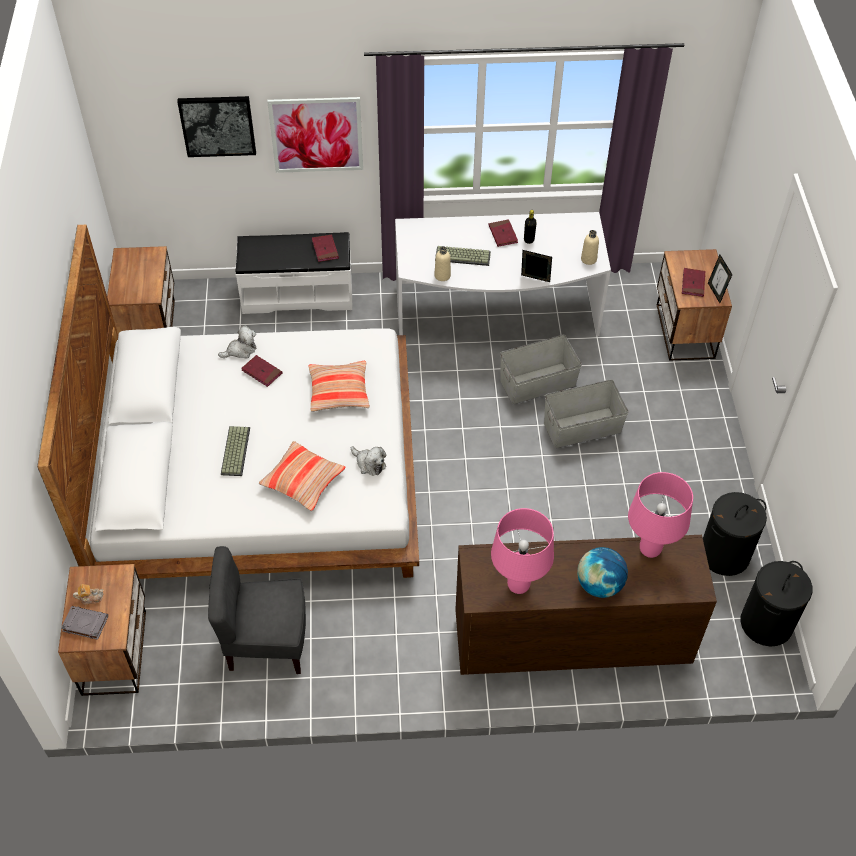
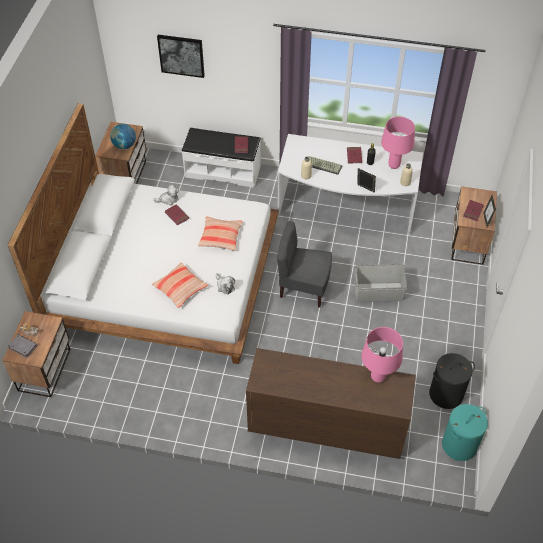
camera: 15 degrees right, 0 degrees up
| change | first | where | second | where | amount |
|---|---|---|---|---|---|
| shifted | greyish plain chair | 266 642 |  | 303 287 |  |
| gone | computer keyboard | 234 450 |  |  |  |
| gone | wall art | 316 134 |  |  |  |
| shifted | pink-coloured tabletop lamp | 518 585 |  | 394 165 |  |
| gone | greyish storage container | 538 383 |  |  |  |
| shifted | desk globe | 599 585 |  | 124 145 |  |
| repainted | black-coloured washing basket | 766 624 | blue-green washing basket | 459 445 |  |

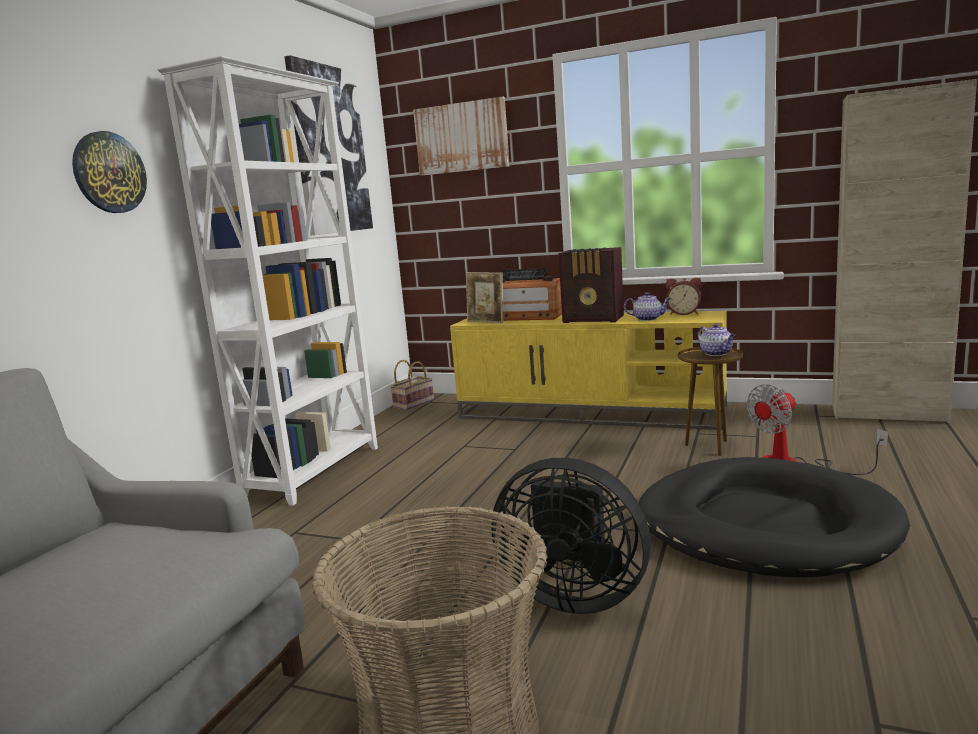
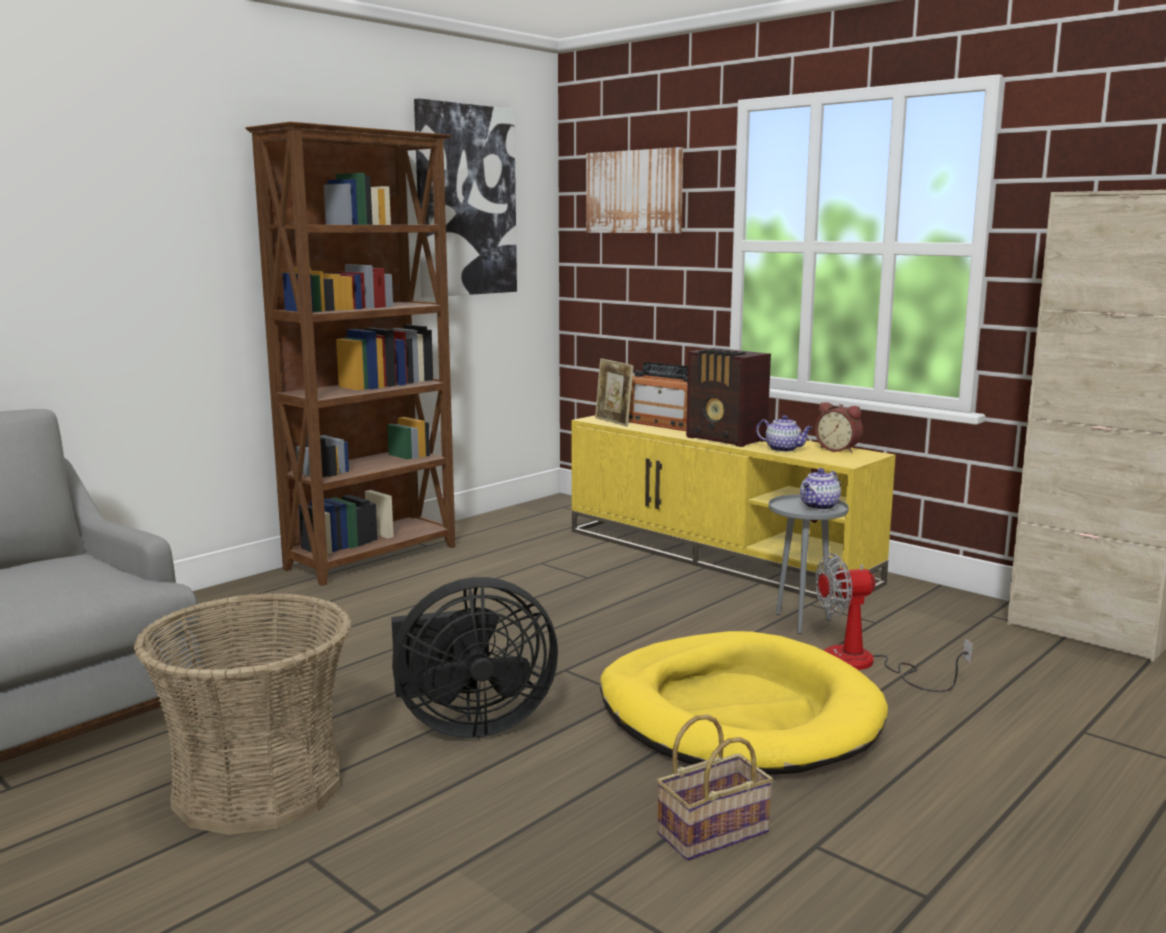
camera: 20 degrees right, 0 degrees up
| change | first | where | second | where | amount |
|---|---|---|---|---|---|
| gone | clock on the wall | 109 173 |  |  |  |
| repainted | white-coloured bookcase | 316 471 | brown-coloured bookcase | 374 558 |  |
| shifted | household basket | 414 403 |  | 714 831 |  |
| rotated | black-coloured electric fan | 573 595 |  | 469 724 | 60 degrees counterclockwise |
| repainted | black-coloured dog cushion | 764 525 | yellowish dog cushion | 737 713 |  |
| repainted | brown-coloured end table | 710 447 | greyish end table | 802 622 |  |
| rotated | pot for tea | 717 353 |  | 819 506 | 45 degrees clockwise |

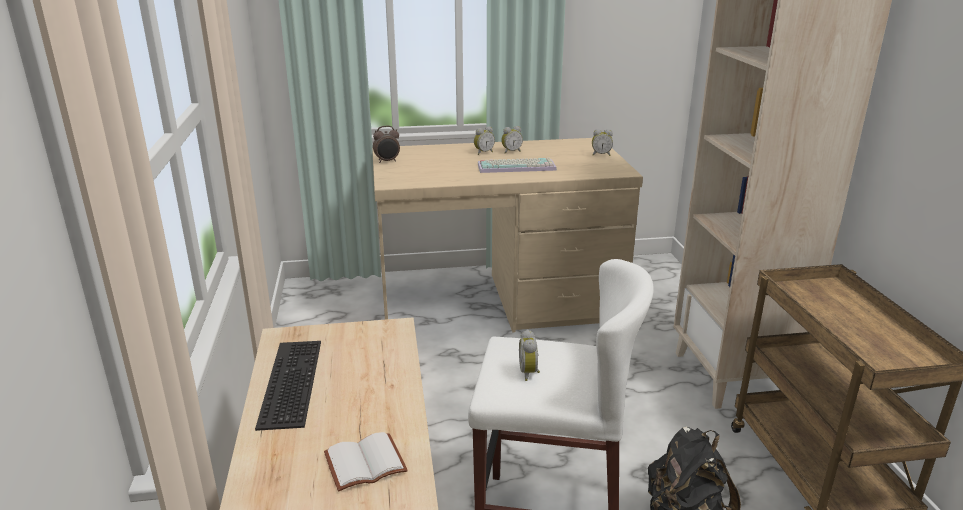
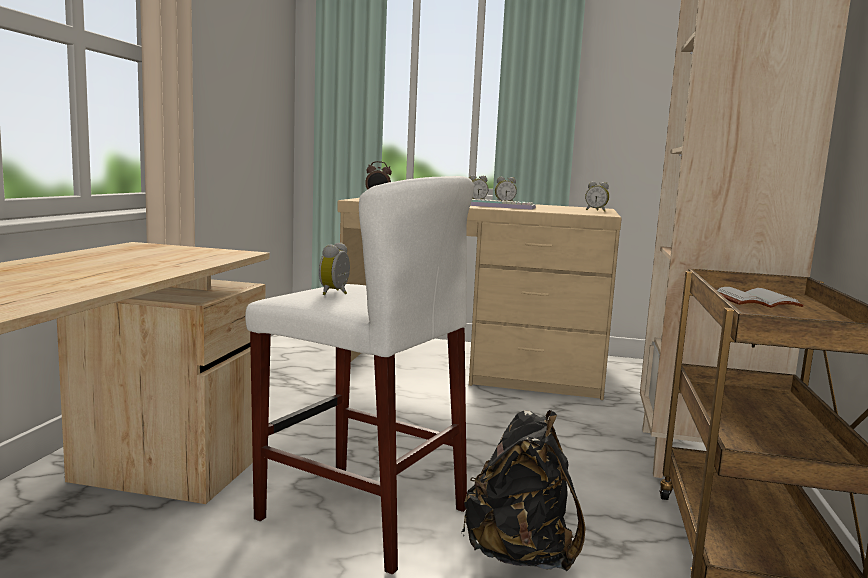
camera: 20 degrees right, 15 degrees down
| change | first | where | second | where | amount |
|---|---|---|---|---|---|
| gone | computer keyboard | 288 381 |  |  |  |
| shifted | white-coloured bound book | 364 465 |  | 755 302 |  |

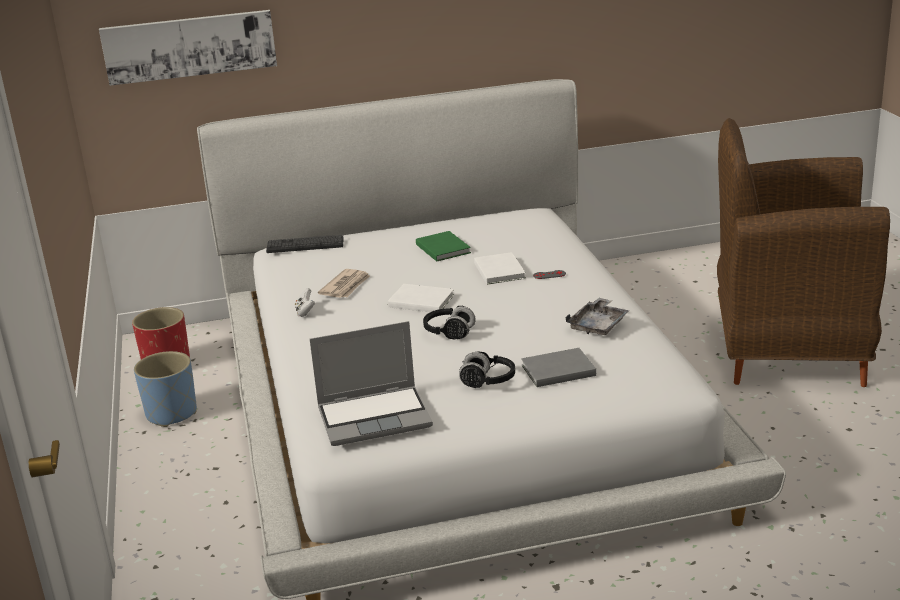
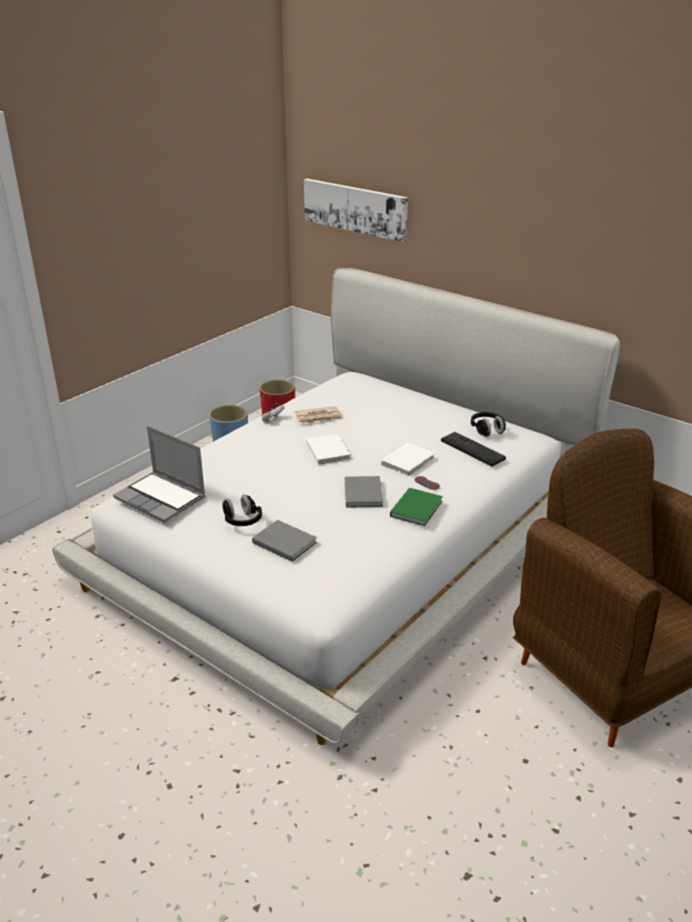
camera: 50 degrees right, 5 degrees up
| change | first | where | second | where | amount |
|---|---|---|---|---|---|
| shifted | computer keyboard | 305 245 |  | 472 449 |  |
| shifted | green-coloured bound book | 443 248 |  | 417 508 |  |
| shifted | black-coloured pair of headphones | 449 333 |  | 487 430 |  |
| gone | greyish carrying tray | 598 325 |  |  |  |
| new |  |  | greyish bound book | 363 493 |  |

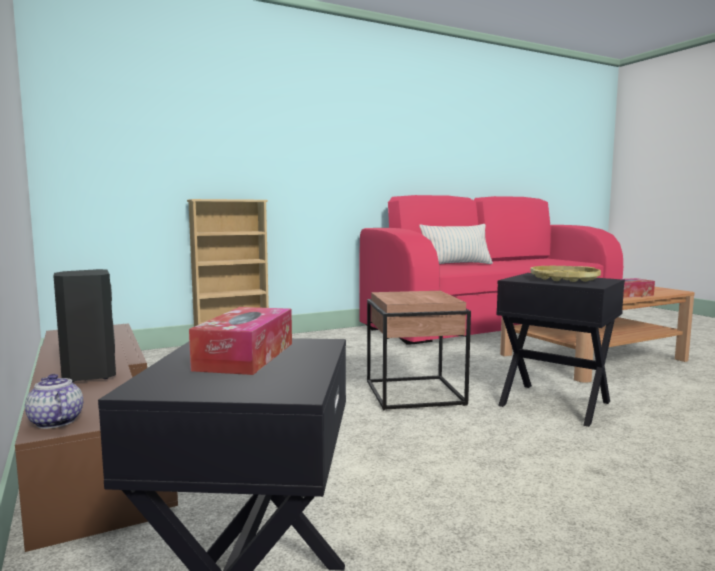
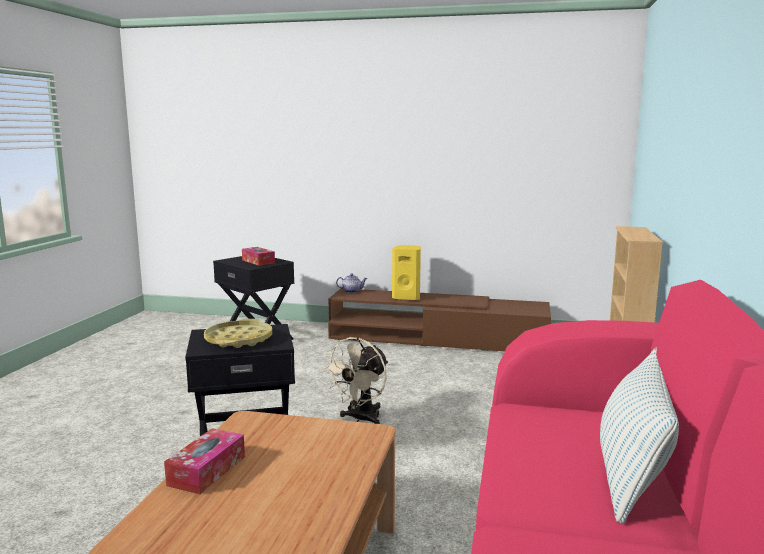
camera: 130 degrees right, 5 degrees up
| change | first | where | second | where | amount |
|---|---|---|---|---|---|
| repainted | black-coloured loudspeaker | 89 375 | yellowish loudspeaker | 407 297 |  |
| swapped | brown-coloured end table | 413 393 | beige electric fan | 361 419 |  |

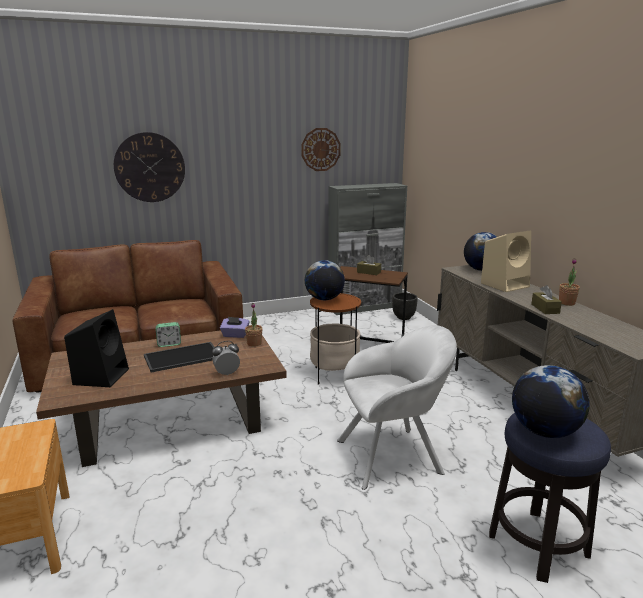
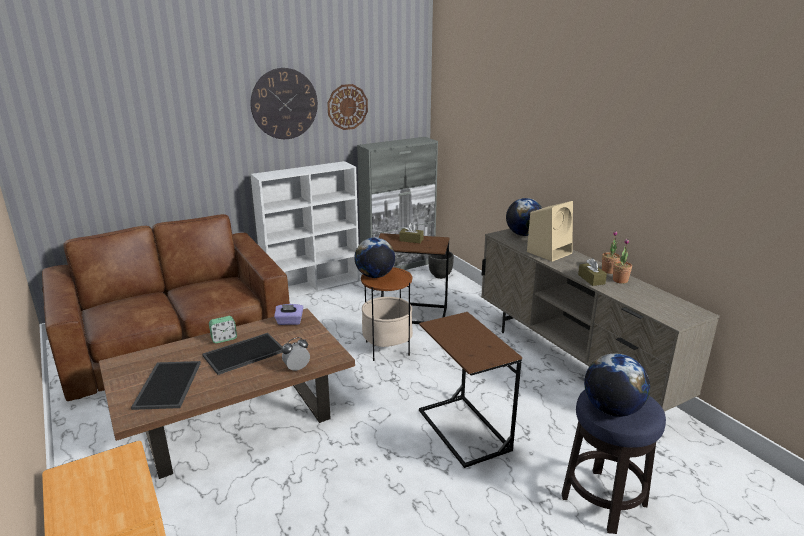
camera: 10 degrees left, 5 degrees up
| change | first | where | second | where | amount |
|---|---|---|---|---|---|
| swapped | black-coloured loudspeaker | 101 376 | carrying tray | 167 384 |  |
| shifted | clock on the wall | 150 167 |  | 284 104 |  |
| shifted | plant in a pot | 254 343 |  | 620 280 |  |
| swapped | white-coloured easy chair | 394 455 | brown-coloured end table | 464 430 |  |
| new |  |  | white-coloured bookcase | 313 286 |  |

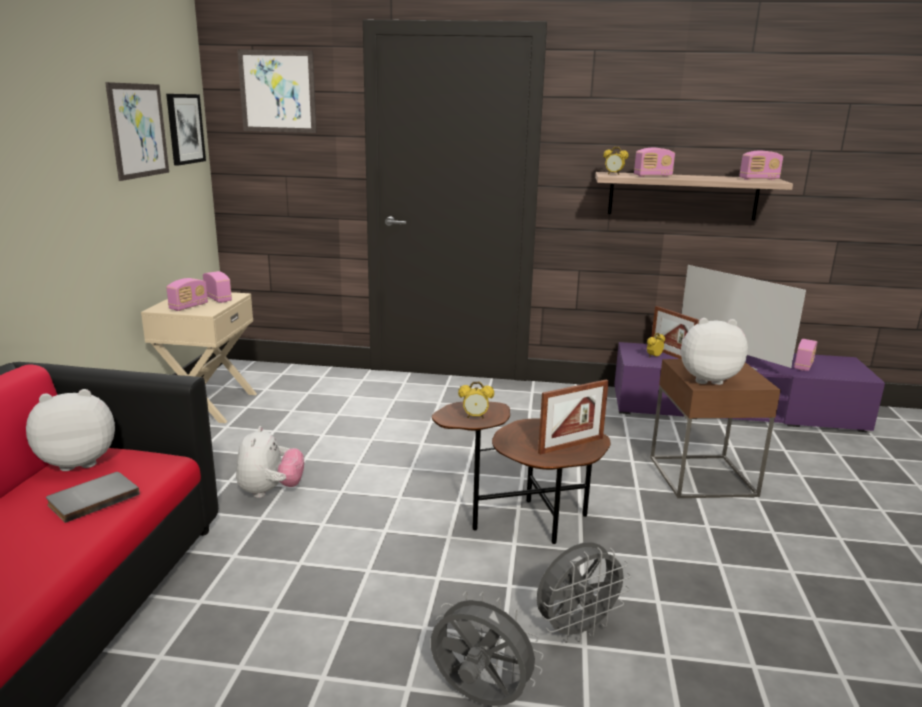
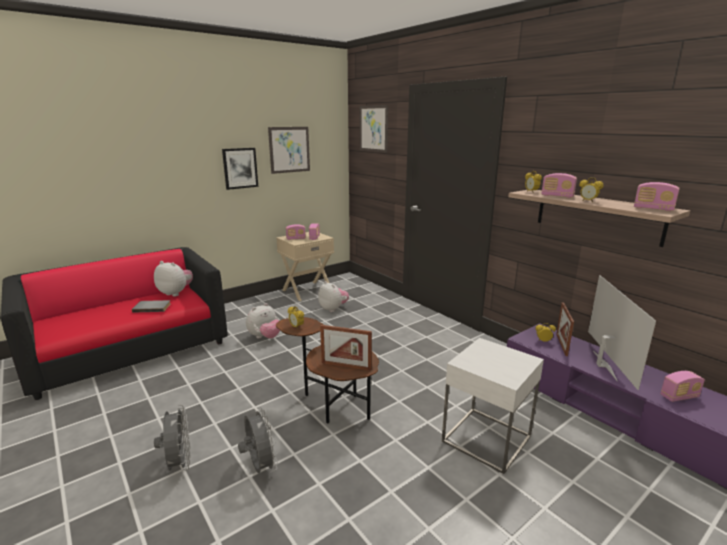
camera: 45 degrees right, 0 degrees up
| change | first | where | second | where | amount |
|---|---|---|---|---|---|
| shifted | wall art | 184 129 |  | 240 168 |  |
| rotated | greyish electric fan | 576 630 |  | 260 467 | 135 degrees counterclockwise |
| repainted | brown-coloured end table | 702 476 | white-coloured end table | 486 438 |  |
| shifted | cuddly toy | 706 379 |  | 333 309 |  |
| new |  |  | table clock | 588 201 |  |

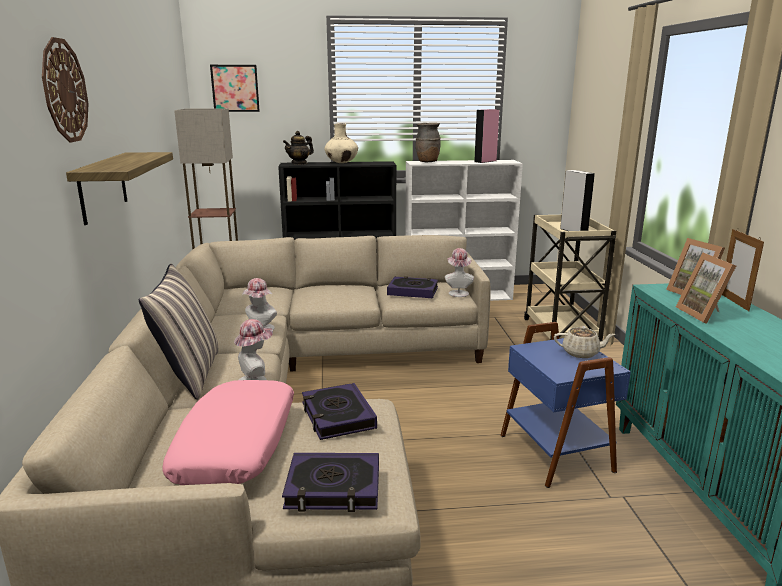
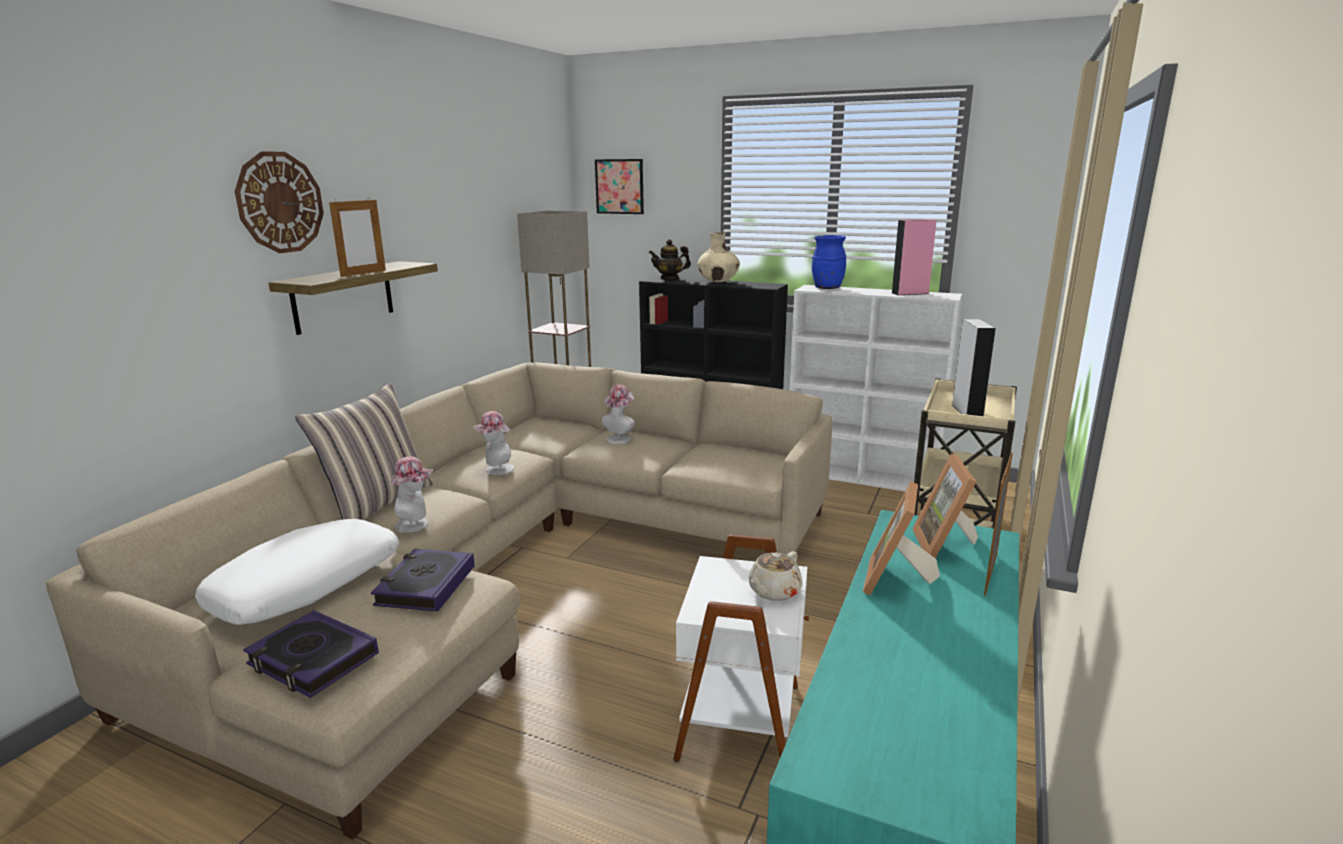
camera: 30 degrees right, 0 degrees up
| change | first | where | second | where | amount |
|---|---|---|---|---|---|
| repainted | pink-coloured cushion | 237 445 | white-coloured cushion | 307 586 |  |
| gone | bound book | 413 291 |  |  |  |
| repainted | brown-coloured flower vase | 427 162 | blue-coloured flower vase | 827 288 |  |
| shifted | hat | 458 292 |  | 620 438 |  |
| repainted | blue-coloured end table | 557 452 | white-coloured end table | 743 721 |  |
| rotated | beige pot for tea | 581 353 |  | 773 591 | 90 degrees clockwise |
| new |  |  | standing frame | 363 273 |  |

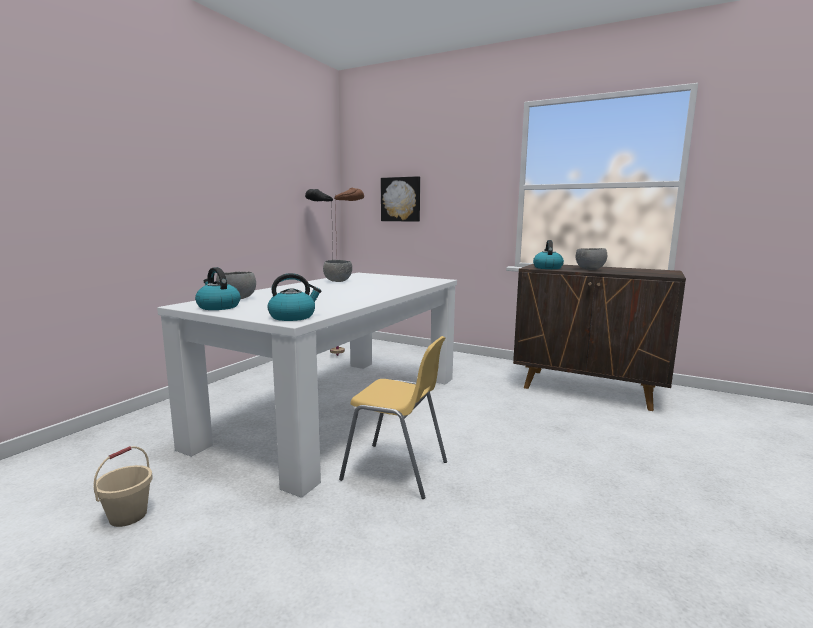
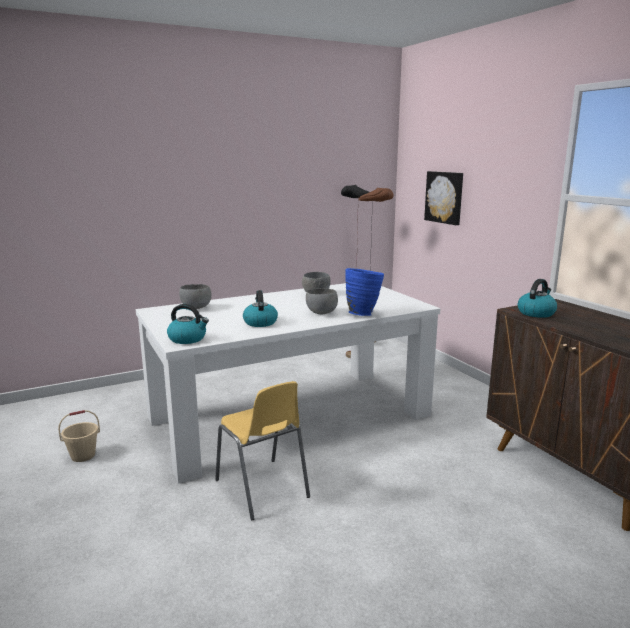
camera: 35 degrees right, 5 degrees up
| change | first | where | second | where | amount |
|---|---|---|---|---|---|
| shifted | water kettle | 218 307 |  | 260 322 |  |
| shifted | greyish bowl | 589 269 |  | 321 313 |  |
| new |  |  | blue-coloured flower vase | 363 314 |  |

